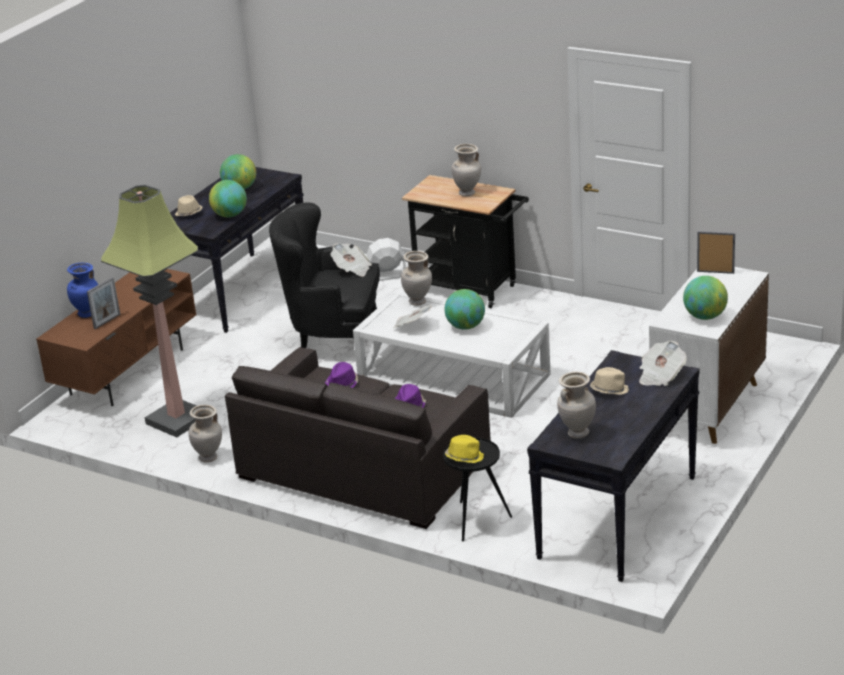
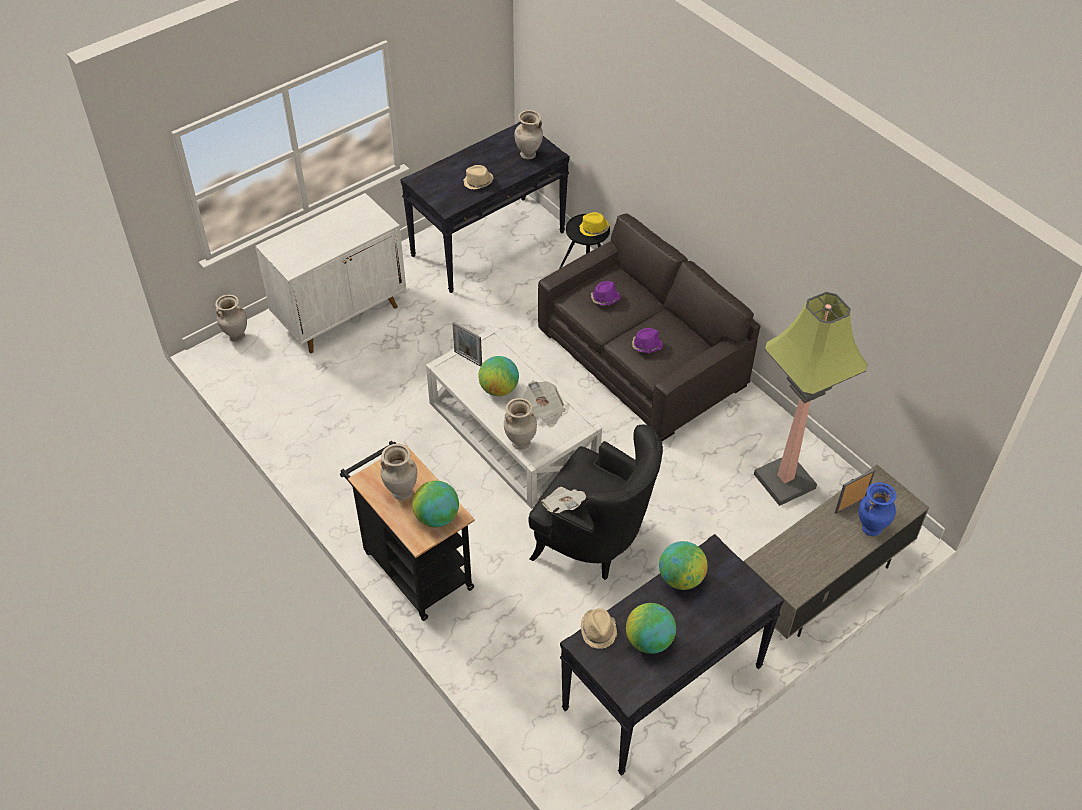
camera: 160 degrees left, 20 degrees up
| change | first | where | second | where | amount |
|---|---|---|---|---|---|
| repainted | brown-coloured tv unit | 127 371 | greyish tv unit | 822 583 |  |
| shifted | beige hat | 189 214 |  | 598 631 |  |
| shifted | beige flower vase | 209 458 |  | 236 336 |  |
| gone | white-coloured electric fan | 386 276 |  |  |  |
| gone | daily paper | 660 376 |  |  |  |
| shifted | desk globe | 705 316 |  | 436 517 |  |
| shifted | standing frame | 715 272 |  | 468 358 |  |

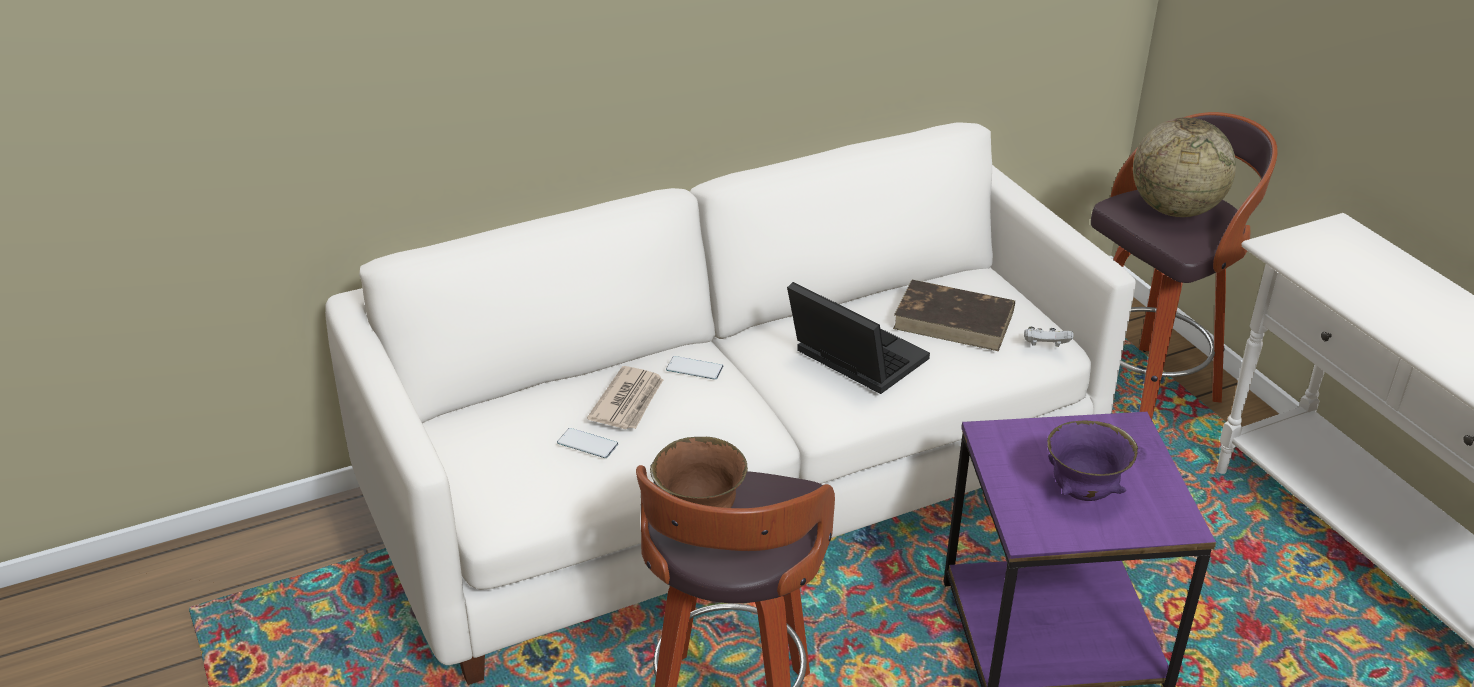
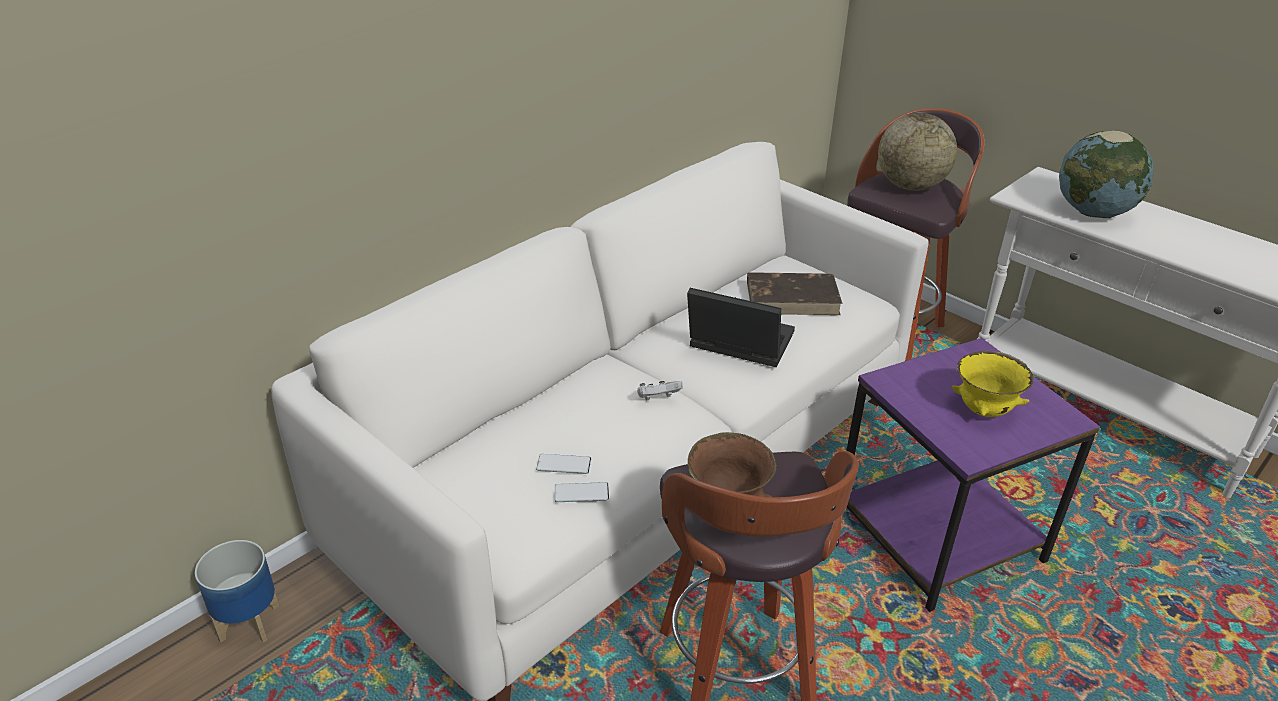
camera: 20 degrees left, 0 degrees up
| change | first | where | second | where | amount |
|---|---|---|---|---|---|
| gone | daily paper | 628 401 |  |  |  |
| shifted | phone | 694 368 |  | 581 493 |  |
| shifted | white-coloured gamepad | 1045 347 |  | 658 399 |  |
| repainted | purple bowl | 1084 493 | yellowish bowl | 984 411 |  |
| new |  |  | plant pot | 249 622 |  |
| new |  |  | desk globe | 1093 213 |  |

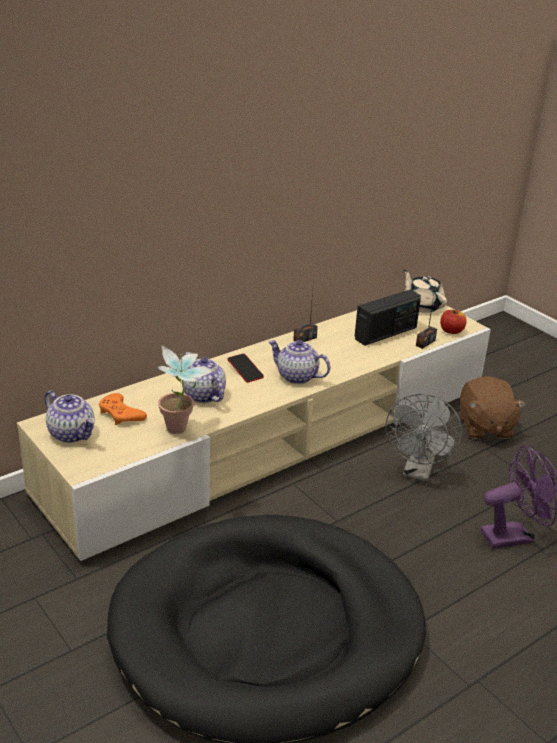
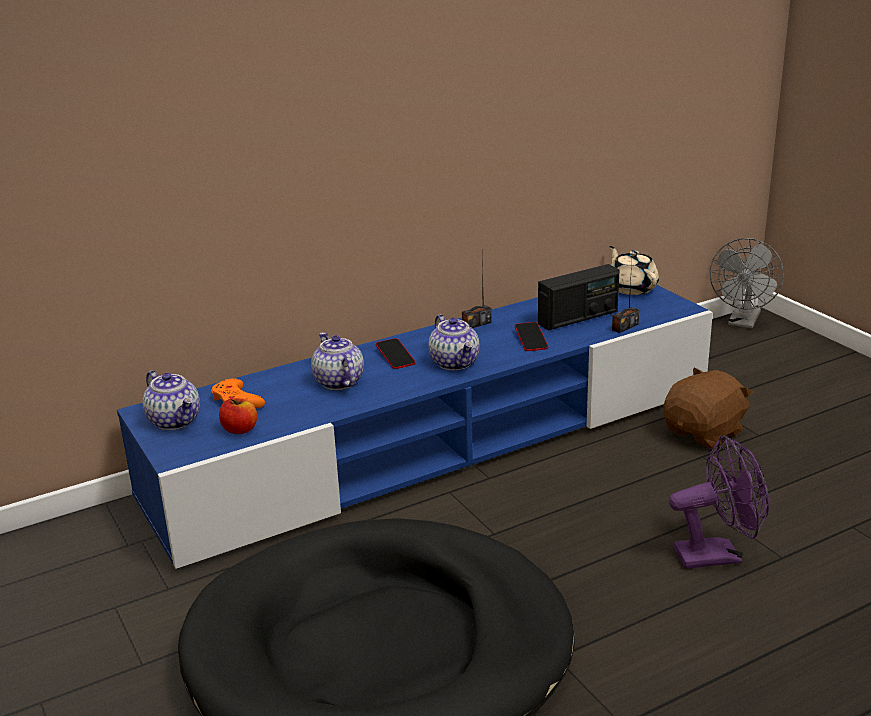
camera: 10 degrees right, 5 degrees down
| change | first | where | second | where | amount |
|---|---|---|---|---|---|
| repainted | beige tv unit | 275 438 | blue-coloured tv unit | 439 443 |  |
| gone | plant in a pot | 181 431 |  |  |  |
| rotated | pot for tea | 296 376 |  | 455 363 | 150 degrees counterclockwise |
| shifted | greyish electric fan | 418 472 |  | 743 322 |  |
| shifted | apple fruit | 451 331 |  | 240 430 |  |
| rotated | brown-coloured cuddly toy | 484 427 |  | 705 433 | 135 degrees counterclockwise |
| new |  |  | phone | 531 340 |  |

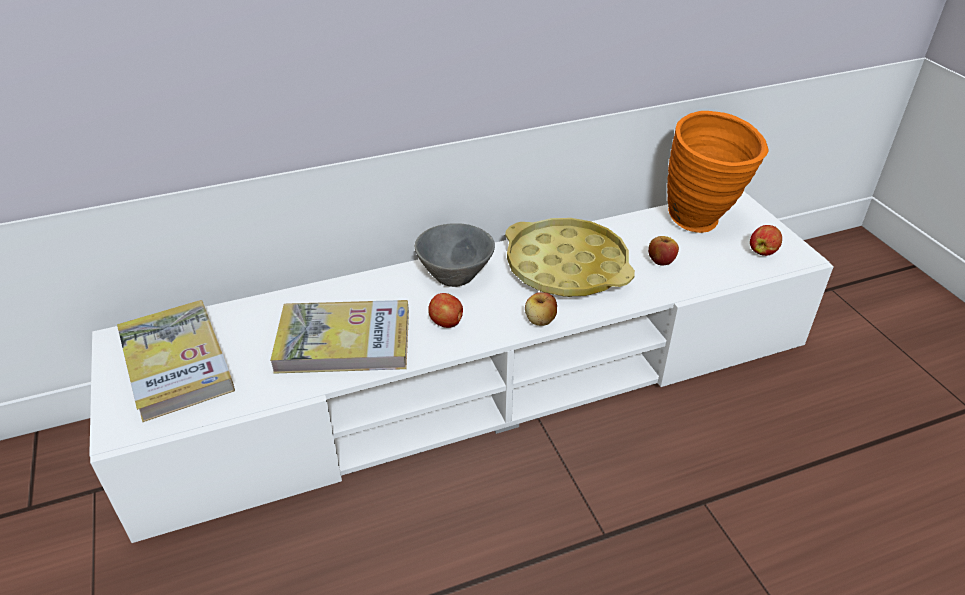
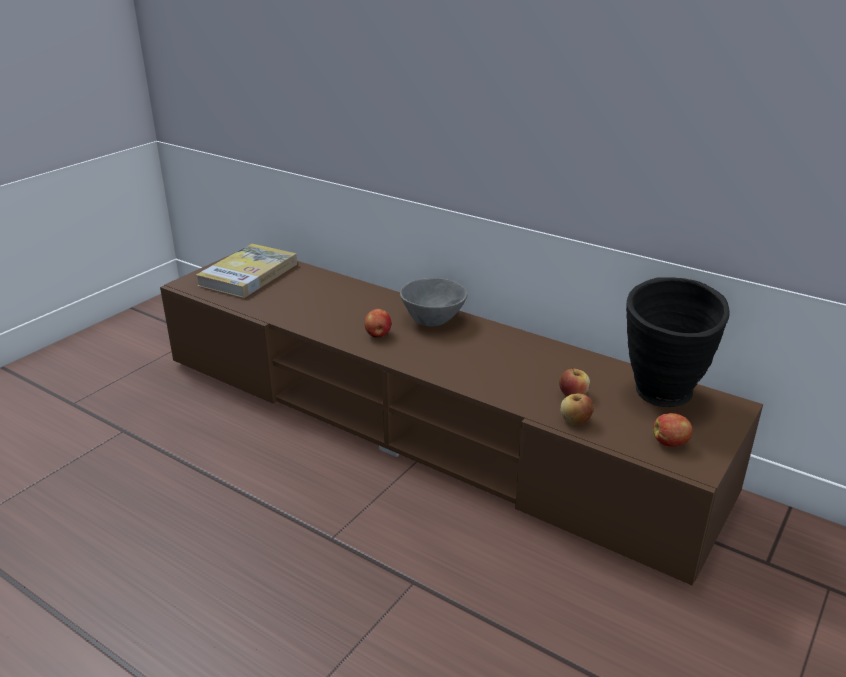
camera: 55 degrees right, 10 degrees down
| change | first | where | second | where | amount |
|---|---|---|---|---|---|
| repainted | white-coloured tv unit | 484 381 | brown-coloured tv unit | 424 423 |  |
| gone | bound book | 344 341 |  |  |  |
| gone | yellowish carrying tray | 566 266 |  |  |  |
| shifted | apple fruit | 540 320 |  | 575 421 |  |
| repainted | orange flower vase | 702 224 | black-coloured flower vase | 662 399 |  |

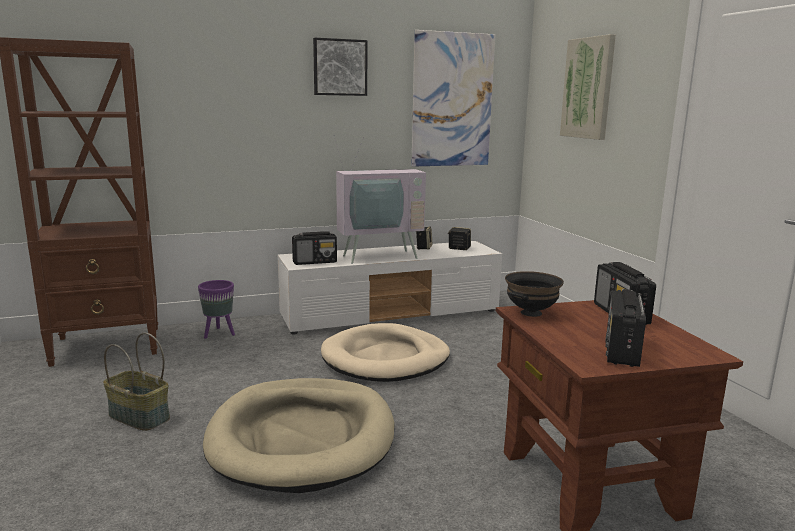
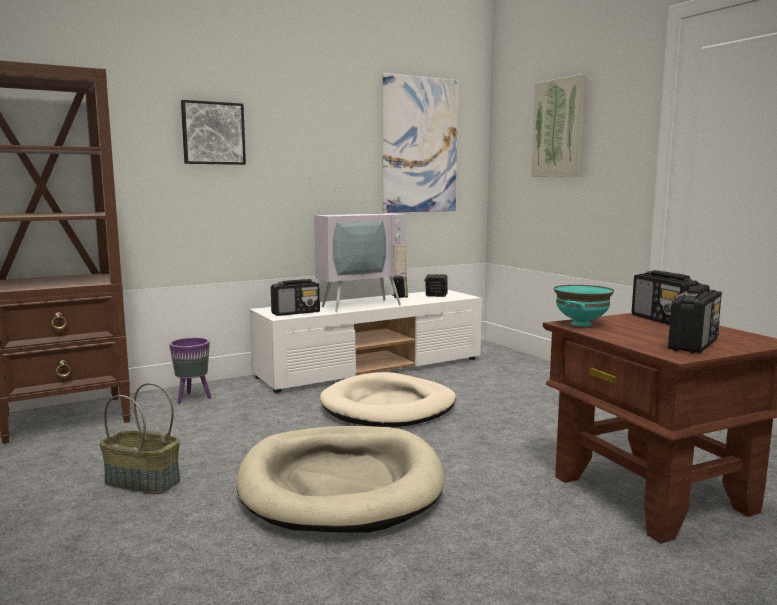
camera: 10 degrees left, 5 degrees down
| change | first | where | second | where | amount |
|---|---|---|---|---|---|
| shifted | wall art | 340 67 |  | 213 133 |  |
| repainted | black-coloured bowl | 531 313 | blue-green bowl | 582 324 |  |
| rotated | radio set | 621 351 |  | 693 344 | 150 degrees counterclockwise |

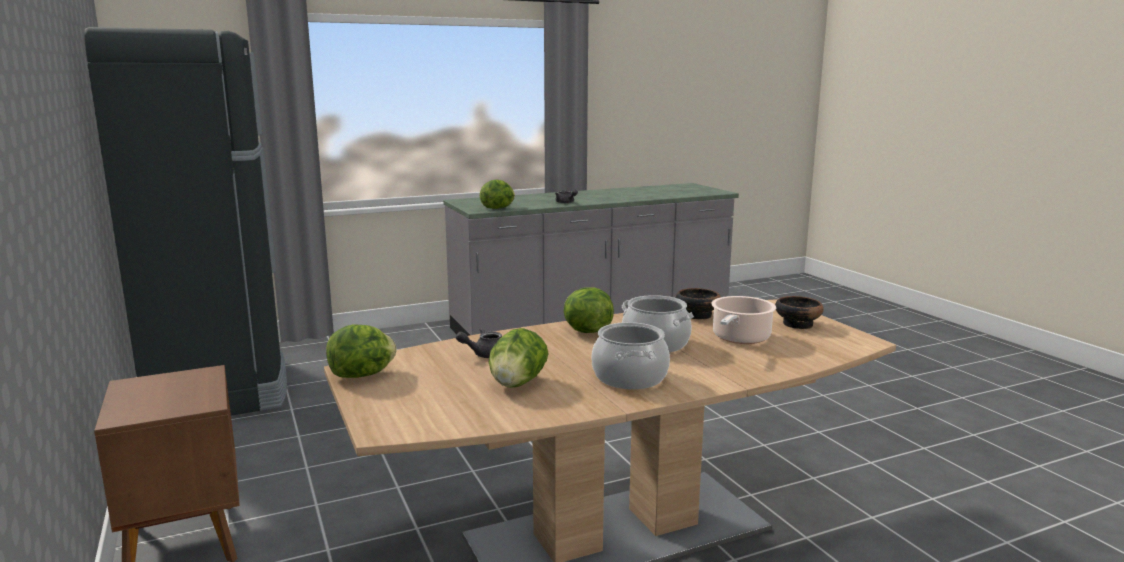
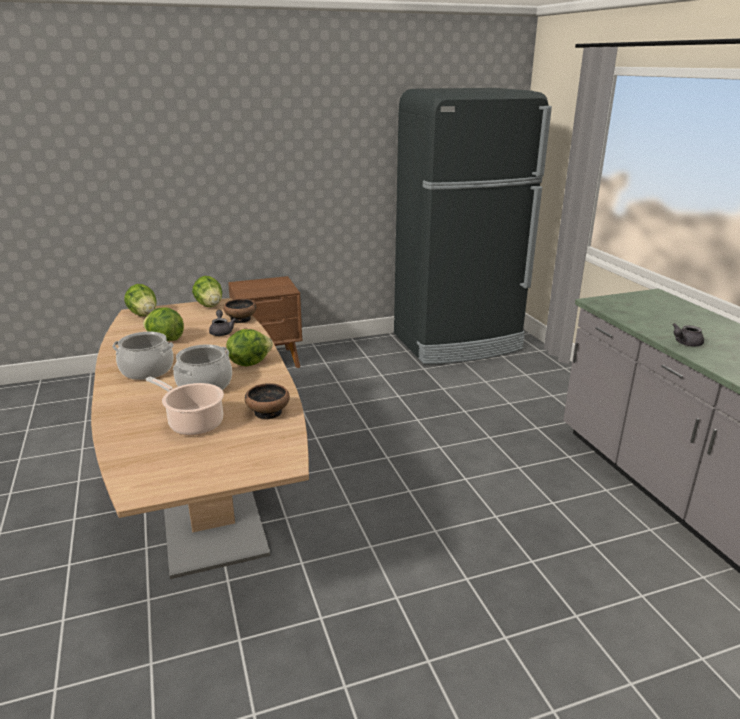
camera: 95 degrees right, 10 degrees up
| change | first | where | second | where | amount |
|---|---|---|---|---|---|
| shifted | lettuce head | 498 208 |  | 143 314 |  |
| shifted | bowl | 797 324 |  | 241 319 |  |

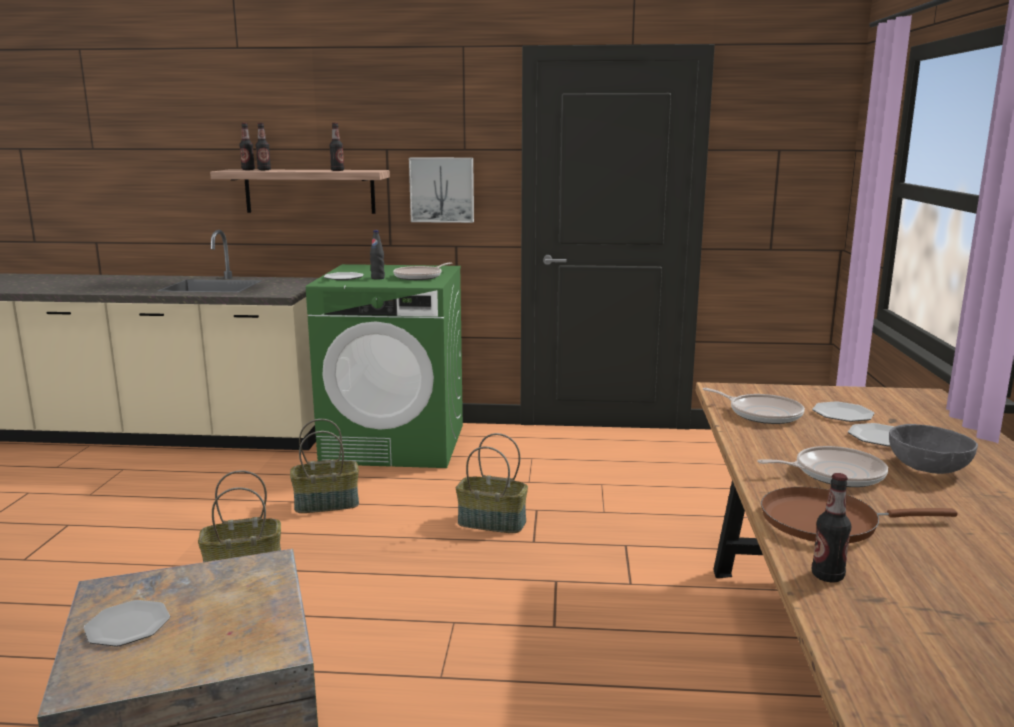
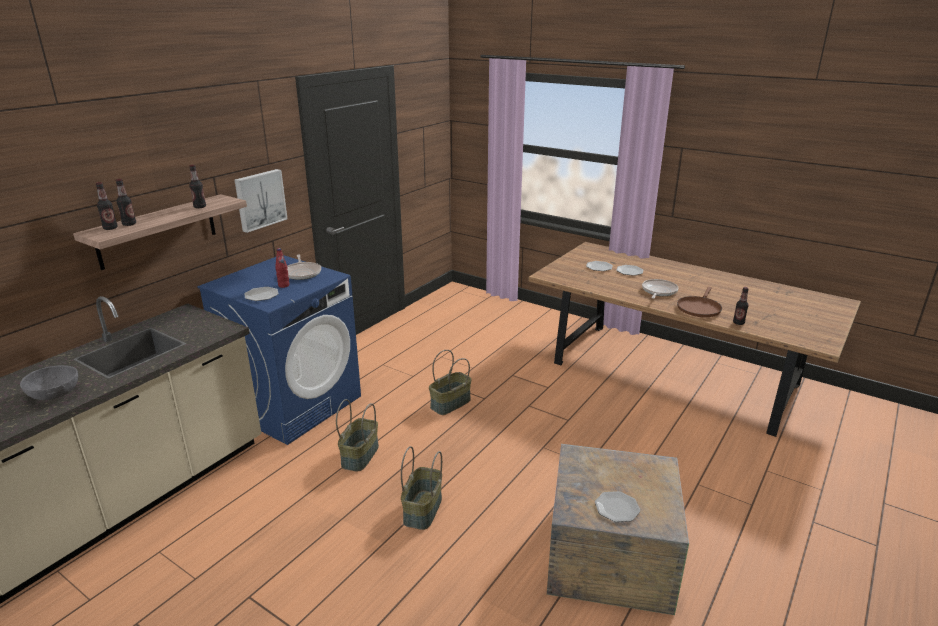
camera: 60 degrees left, 10 degrees up
| change | first | where | second | where | amount |
|---|---|---|---|---|---|
| repainted | green-coloured washing machine | 395 443 | blue-coloured washing machine | 294 404 |  |
| repainted | black-coloured drink bottle | 378 278 | red-coloured drink bottle | 283 285 |  |
| gone | skillet | 762 413 |  |  |  |
| shifted | greyish bowl | 928 468 |  | 54 394 |  |

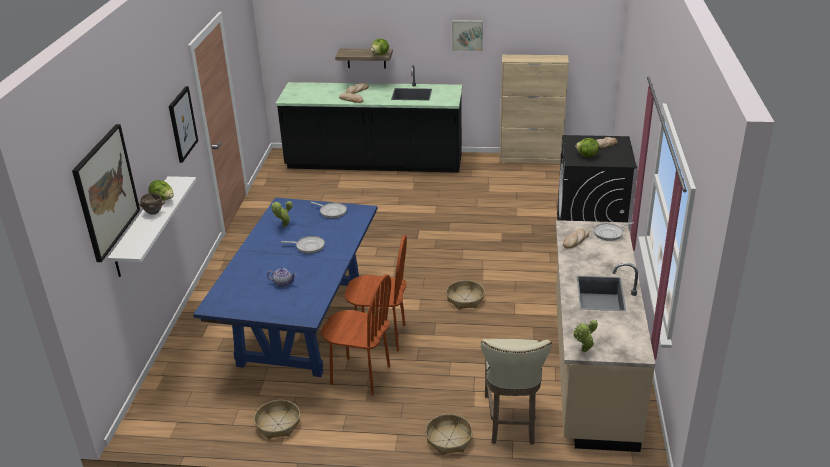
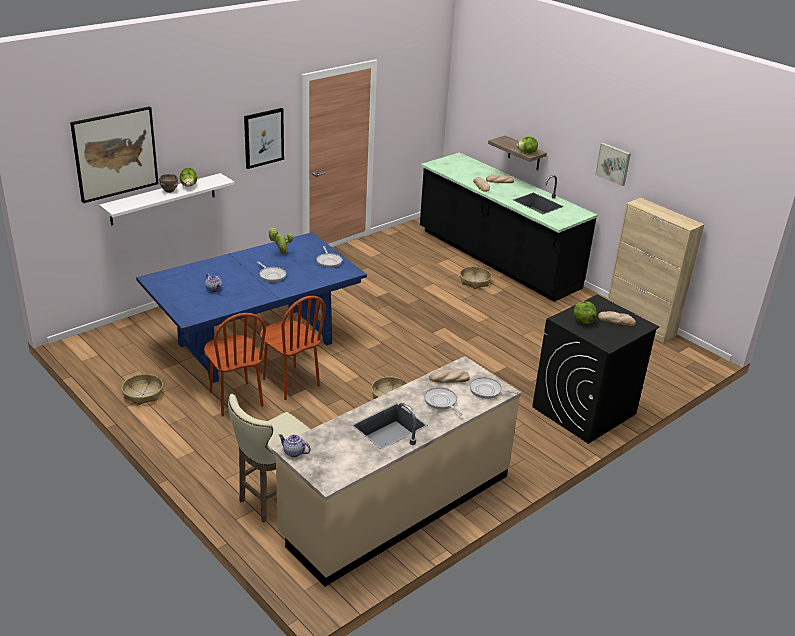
camera: 40 degrees right, 0 degrees up
| change | first | where | second | where | amount |
|---|---|---|---|---|---|
| shifted | household basket | 449 439 |  | 475 281 |  |
| swapped | plant in a pot | 583 352 | pot for tea | 293 452 |  |
| new |  |  | skillet | 441 402 |  |

